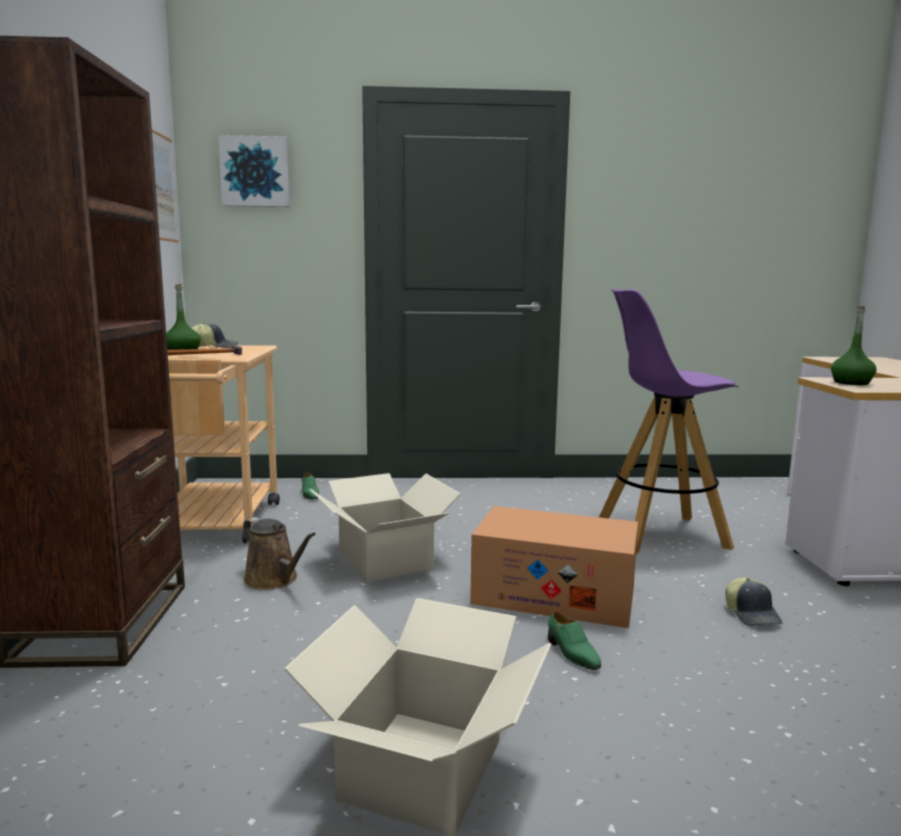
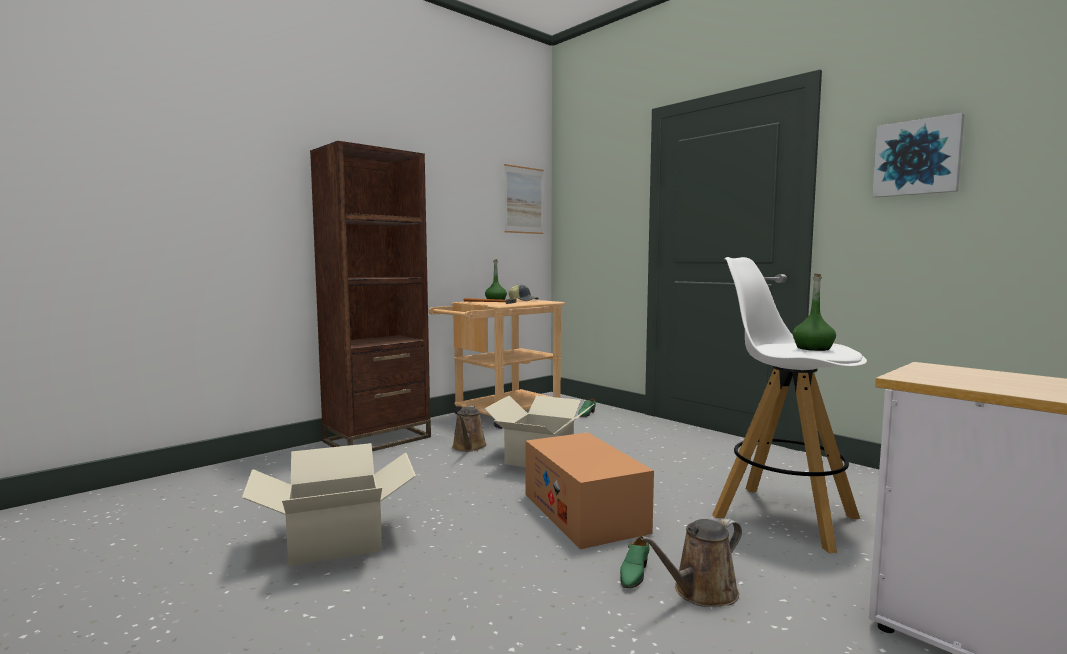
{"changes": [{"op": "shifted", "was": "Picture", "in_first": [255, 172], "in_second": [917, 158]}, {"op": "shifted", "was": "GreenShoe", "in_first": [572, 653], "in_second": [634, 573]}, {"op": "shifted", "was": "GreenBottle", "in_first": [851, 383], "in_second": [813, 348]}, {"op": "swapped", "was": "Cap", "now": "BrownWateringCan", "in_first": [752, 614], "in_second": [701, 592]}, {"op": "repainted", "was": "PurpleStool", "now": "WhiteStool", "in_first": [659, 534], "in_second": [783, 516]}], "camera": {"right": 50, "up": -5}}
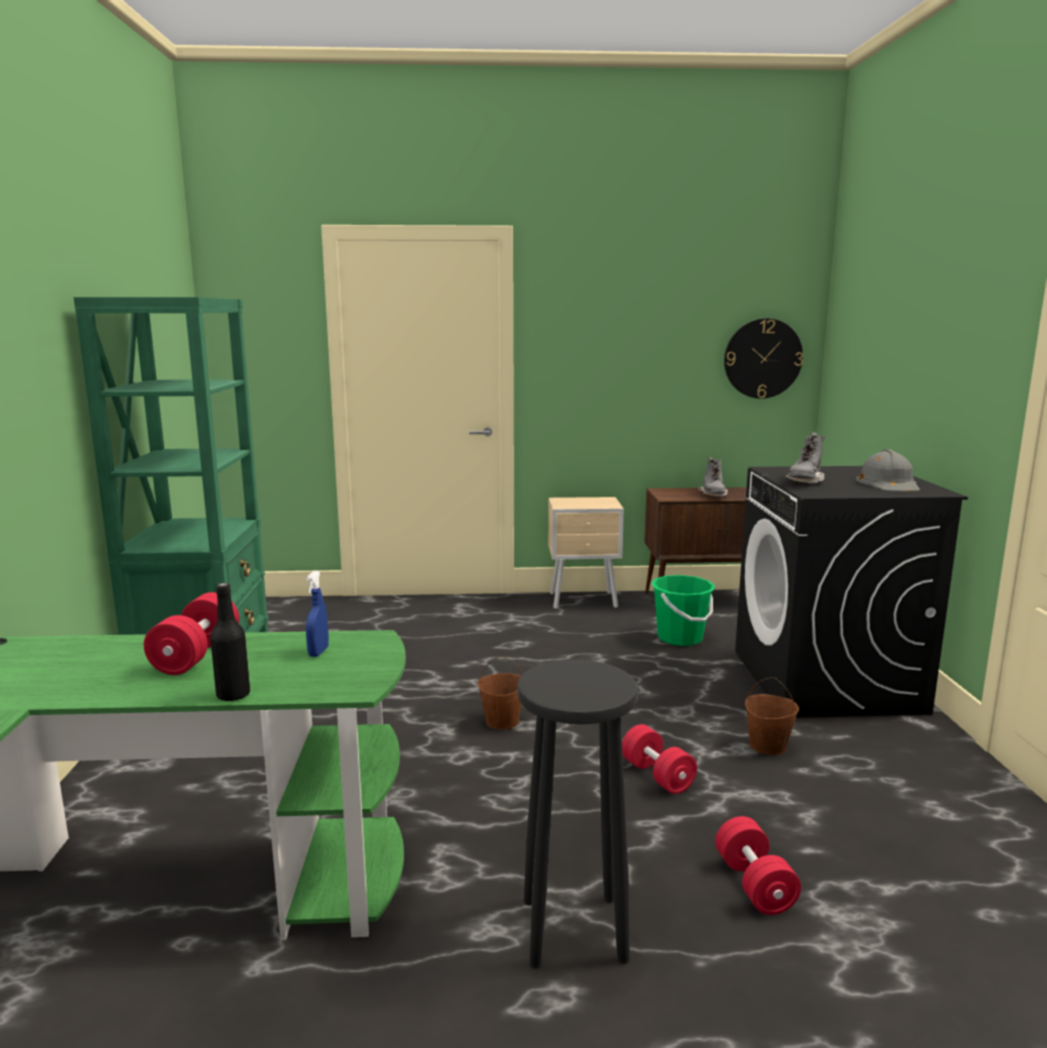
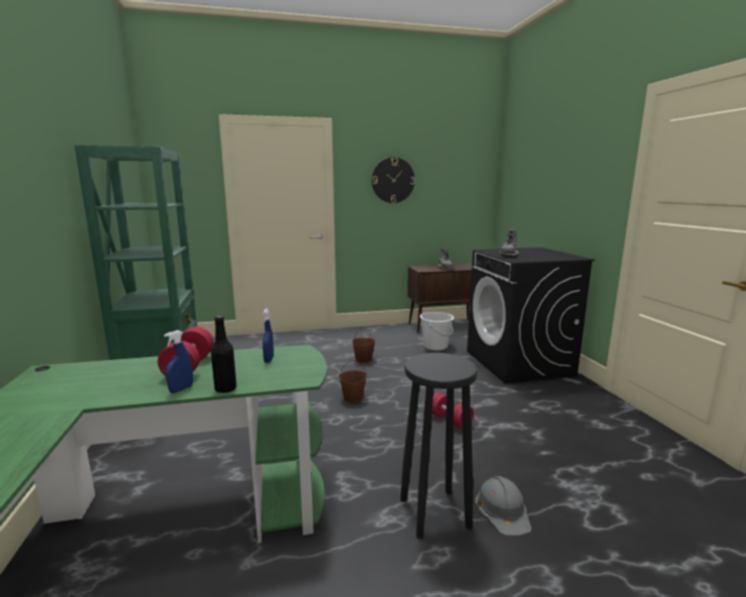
{"changes": [{"op": "gone", "was": "BeigeNightstand", "in_first": [585, 601]}, {"op": "gone", "was": "RedDumbbell", "in_first": [754, 884]}, {"op": "new", "now": "BlueSprayBottle", "in_second": [181, 389]}, {"op": "shifted", "was": "WallClock", "in_first": [762, 358], "in_second": [393, 180]}, {"op": "shifted", "was": "BrownBucket", "in_first": [767, 746], "in_second": [363, 360]}, {"op": "shifted", "was": "GreyHardHat", "in_first": [888, 483], "in_second": [503, 510]}, {"op": "repainted", "was": "GreenBucket", "now": "WhiteBucket", "in_first": [680, 638], "in_second": [435, 346]}], "camera": {"right": -10, "up": 0}}
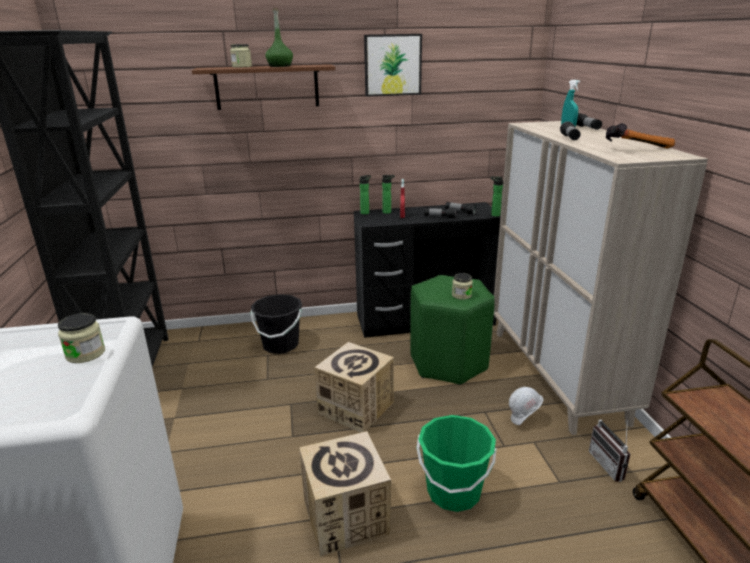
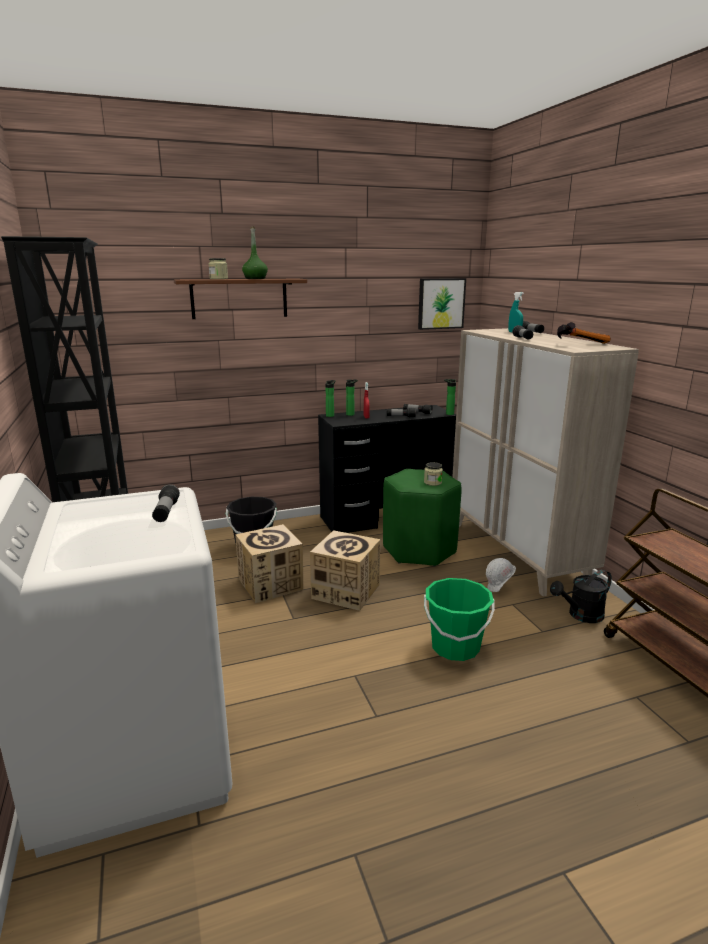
{"changes": [{"op": "shifted", "was": "CardboardBox", "in_first": [346, 517], "in_second": [271, 584]}, {"op": "shifted", "was": "Picture", "in_first": [392, 65], "in_second": [440, 303]}, {"op": "swapped", "was": "Jar", "now": "Flashlight", "in_first": [85, 354], "in_second": [166, 512]}, {"op": "swapped", "was": "Radio", "now": "BlackWateringCan", "in_first": [611, 465], "in_second": [581, 615]}], "camera": {"right": -10, "up": -5}}
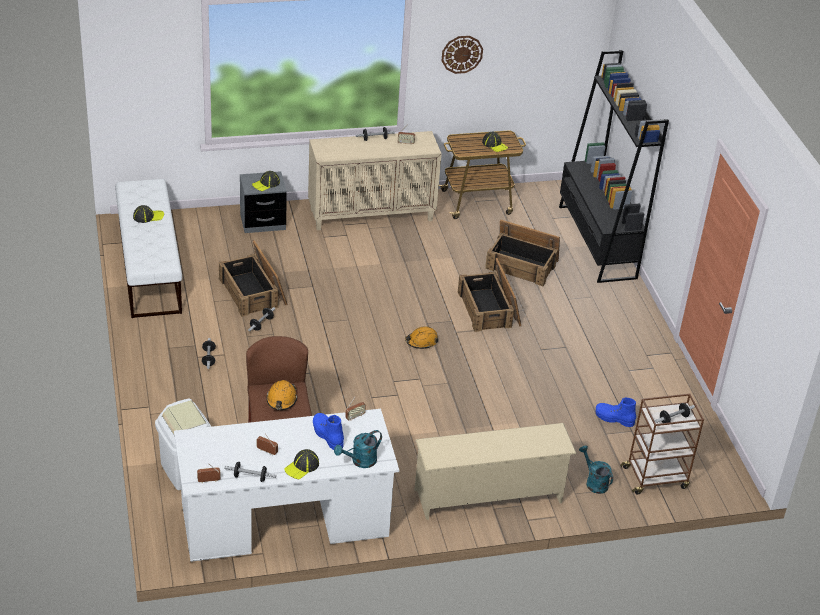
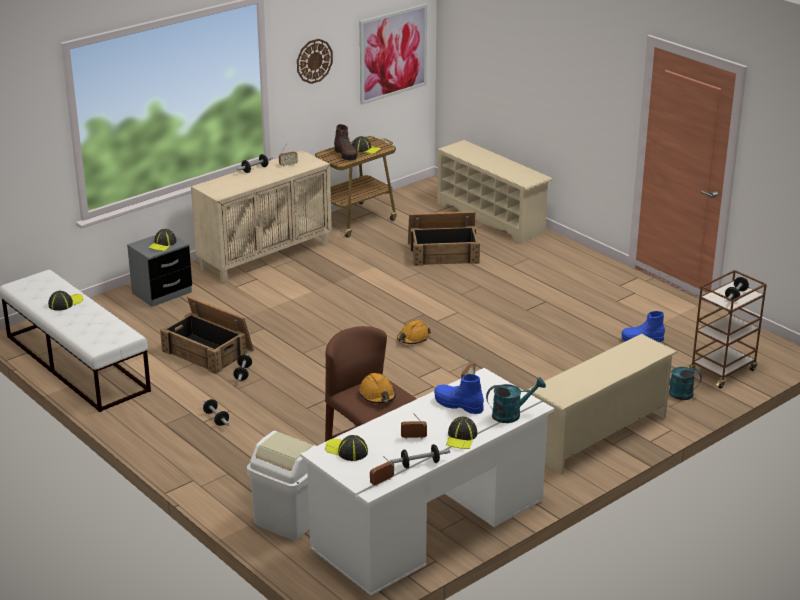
{"changes": [{"op": "gone", "was": "Crate", "in_first": [490, 309]}, {"op": "new", "now": "Cap", "in_second": [346, 450]}, {"op": "new", "now": "BrownBoot", "in_second": [346, 155]}, {"op": "new", "now": "Picture", "in_second": [393, 53]}, {"op": "swapped", "was": "BlackBookcase", "now": "BeigeShoeRack", "in_first": [597, 242], "in_second": [492, 218]}, {"op": "rotated", "was": "TurquoiseWateringCan", "in_first": [360, 461], "in_second": [511, 414], "clockwise": -135}], "camera": {"right": -25, "up": -10}}
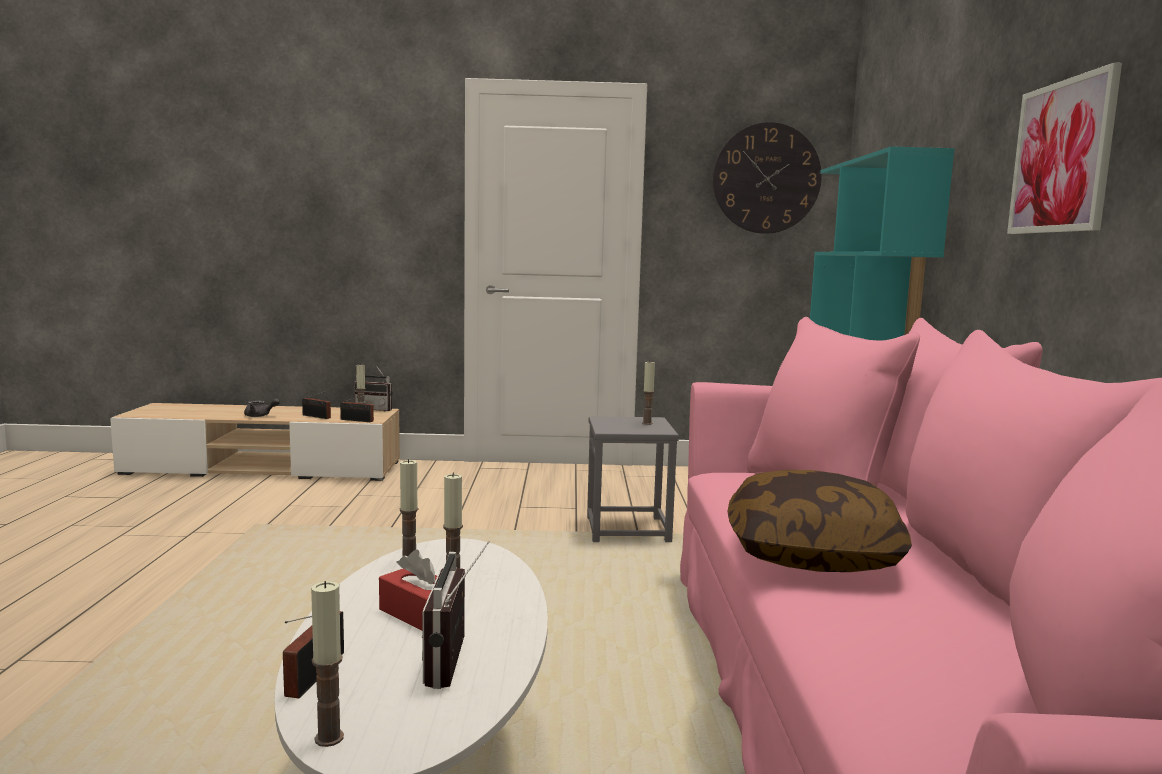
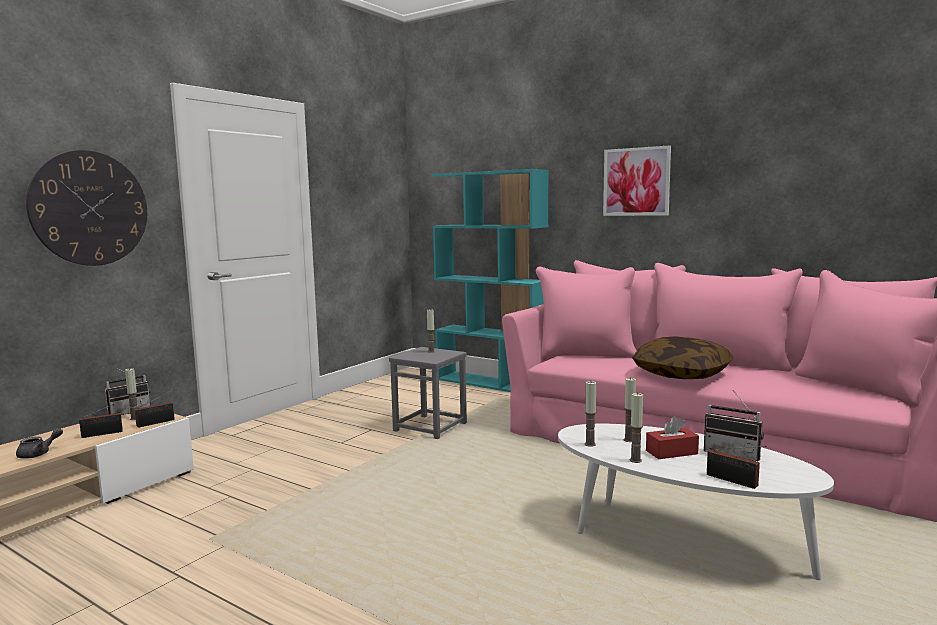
{"changes": [{"op": "shifted", "was": "Candle", "in_first": [329, 738], "in_second": [635, 460]}, {"op": "shifted", "was": "WallClock", "in_first": [766, 178], "in_second": [90, 208]}], "camera": {"right": -55, "up": 0}}
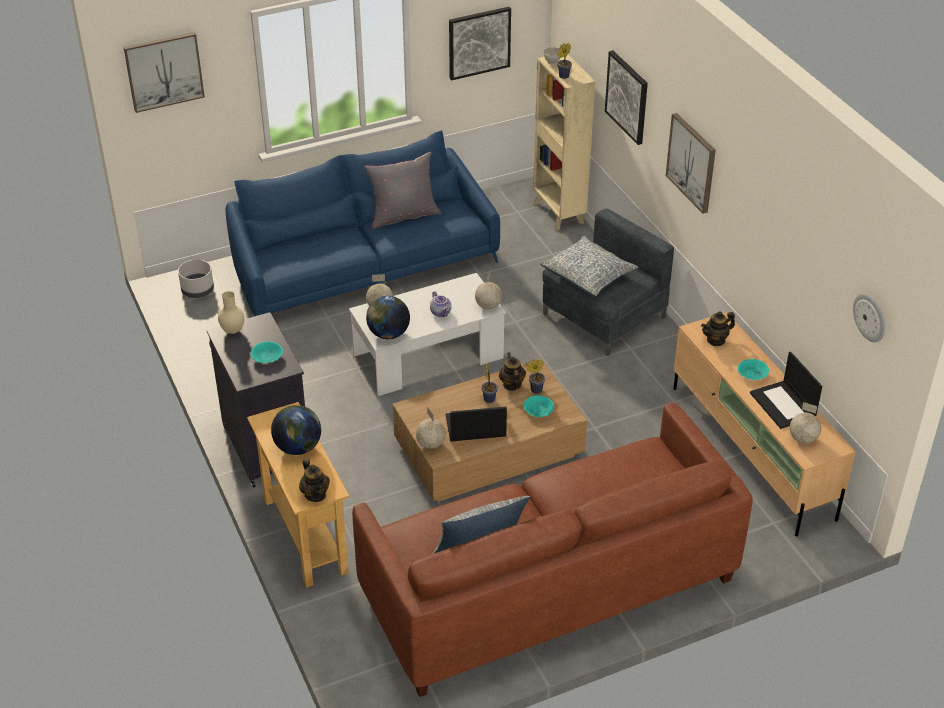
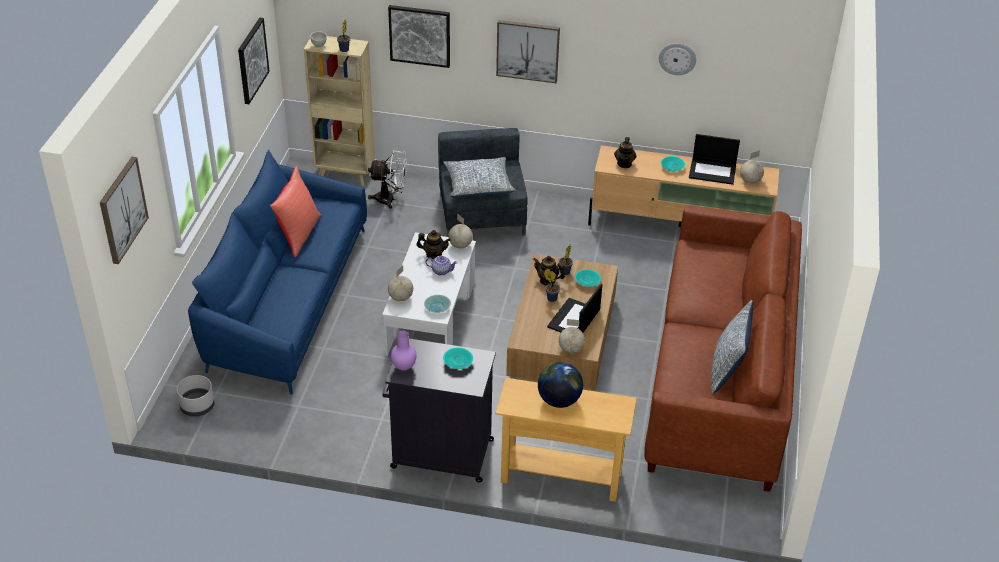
{"changes": [{"op": "new", "now": "WhiteFan", "in_second": [390, 199]}, {"op": "shifted", "was": "Teapot", "in_first": [315, 494], "in_second": [433, 255]}, {"op": "shifted", "was": "WallClock", "in_first": [870, 317], "in_second": [677, 58]}, {"op": "swapped", "was": "Globe", "now": "TurquoiseBowl", "in_first": [388, 334], "in_second": [437, 308]}, {"op": "repainted", "was": "BeigeVase", "now": "PurpleVase", "in_first": [232, 331], "in_second": [404, 367]}, {"op": "repainted", "was": "GreyPillow", "now": "RedPillow", "in_first": [403, 216], "in_second": [298, 234]}], "camera": {"right": -55, "up": 0}}
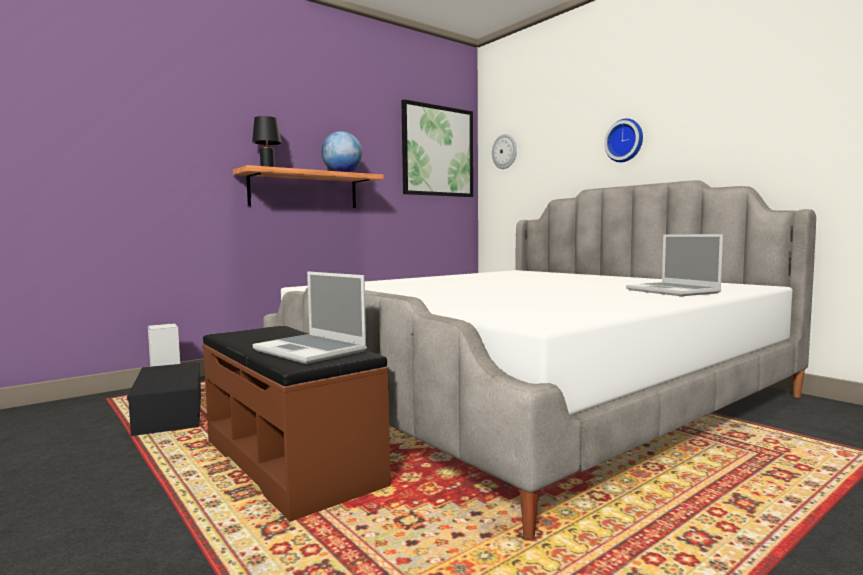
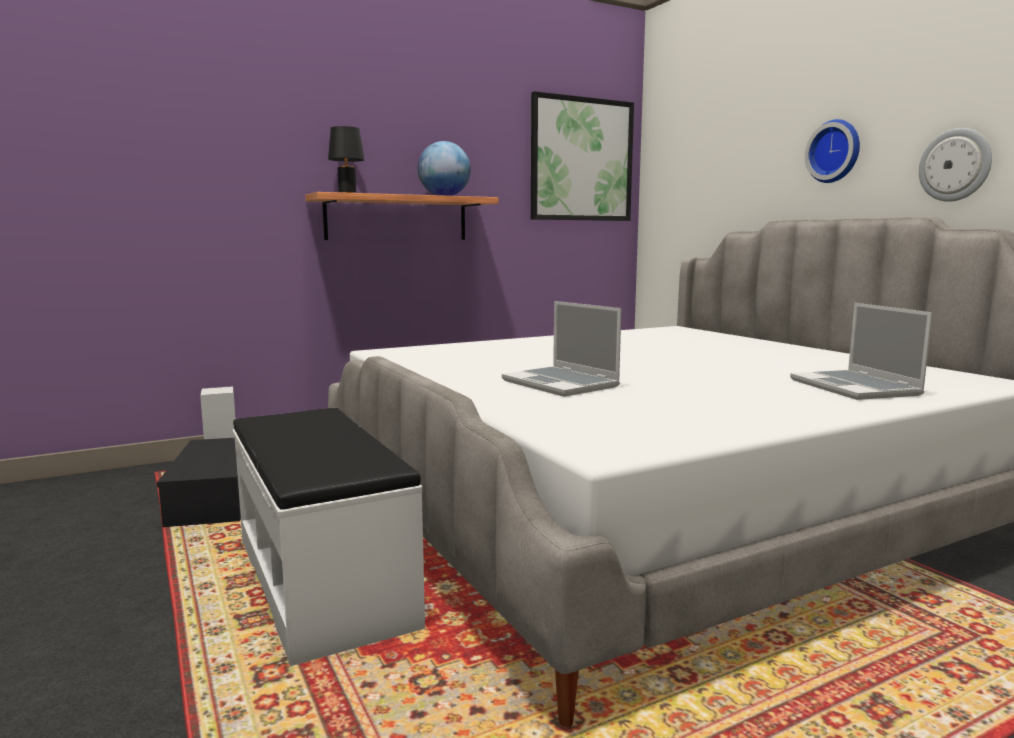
{"changes": [{"op": "shifted", "was": "Laptop", "in_first": [312, 351], "in_second": [562, 384]}, {"op": "shifted", "was": "WallClock", "in_first": [505, 151], "in_second": [955, 165]}, {"op": "repainted", "was": "BrownBench", "now": "WhiteBench", "in_first": [291, 462], "in_second": [324, 581]}], "camera": {"right": 10, "up": 5}}
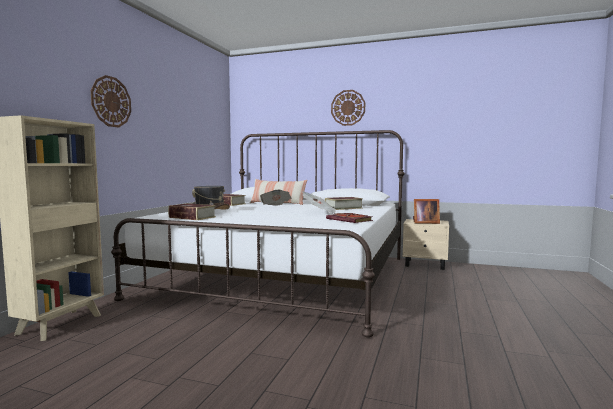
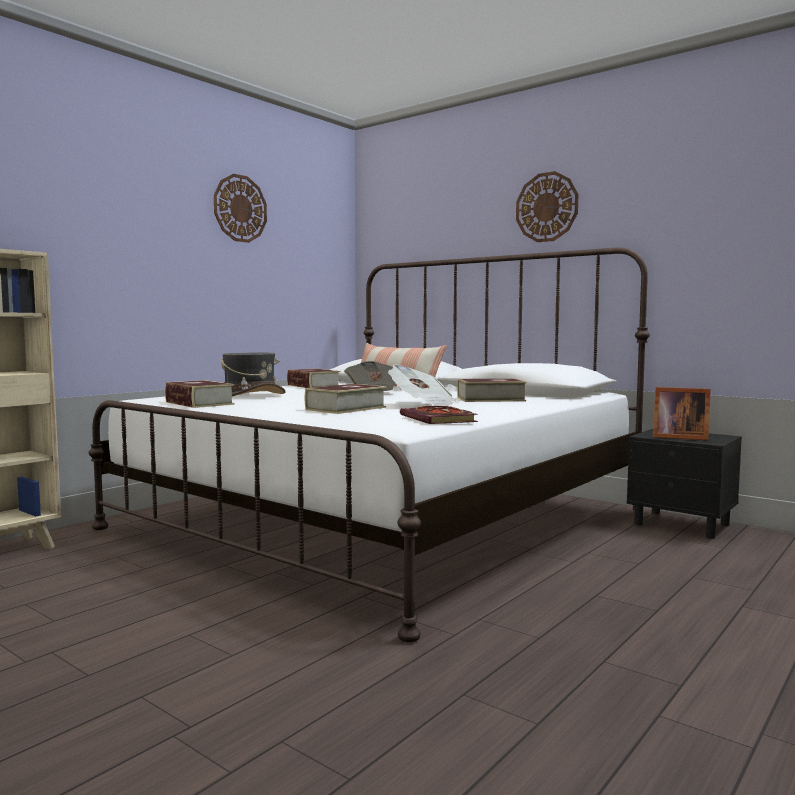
{"changes": [{"op": "new", "now": "Book", "in_second": [346, 408]}, {"op": "shifted", "was": "WallClock", "in_first": [111, 101], "in_second": [240, 208]}, {"op": "repainted", "was": "BeigeNightstand", "now": "BlackNightstand", "in_first": [425, 264], "in_second": [682, 525]}], "camera": {"right": 20, "up": 0}}
